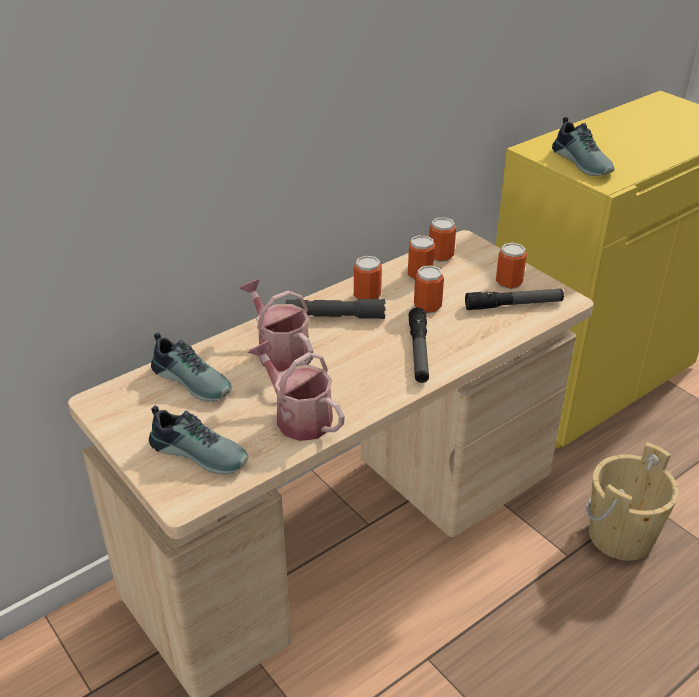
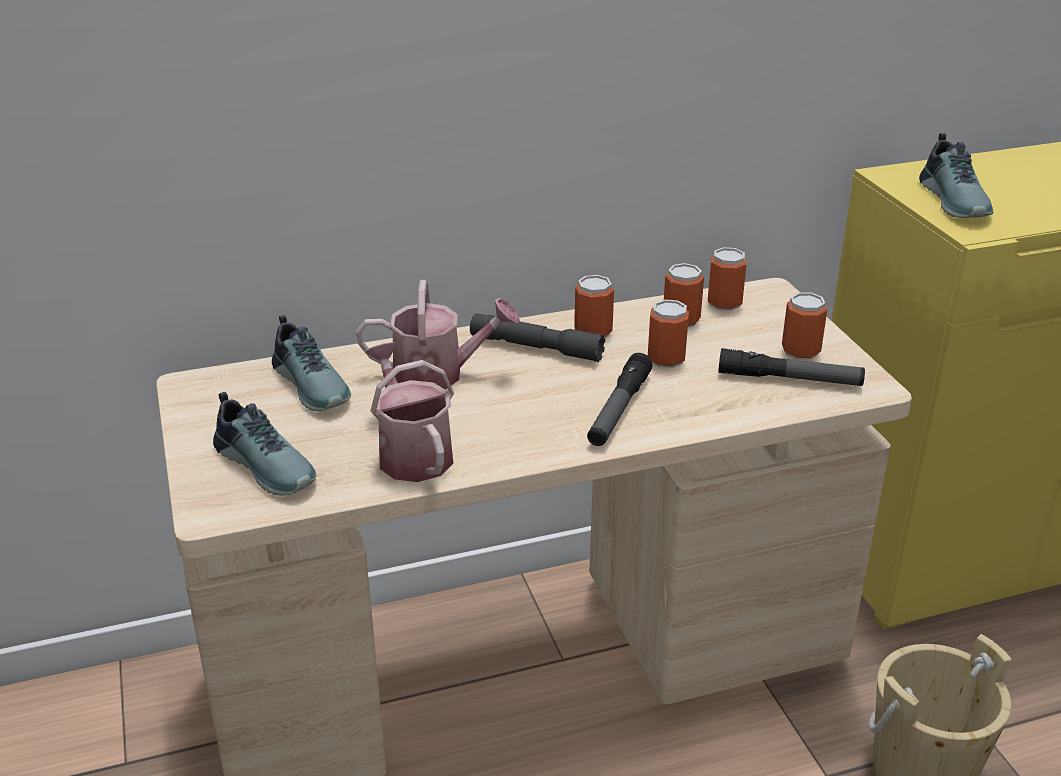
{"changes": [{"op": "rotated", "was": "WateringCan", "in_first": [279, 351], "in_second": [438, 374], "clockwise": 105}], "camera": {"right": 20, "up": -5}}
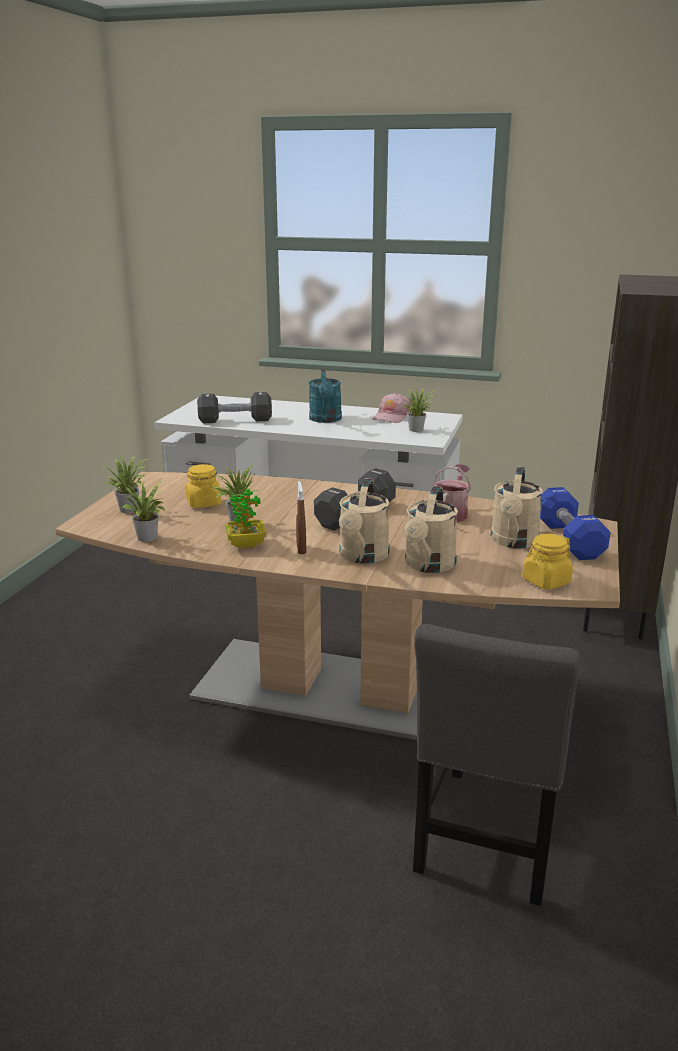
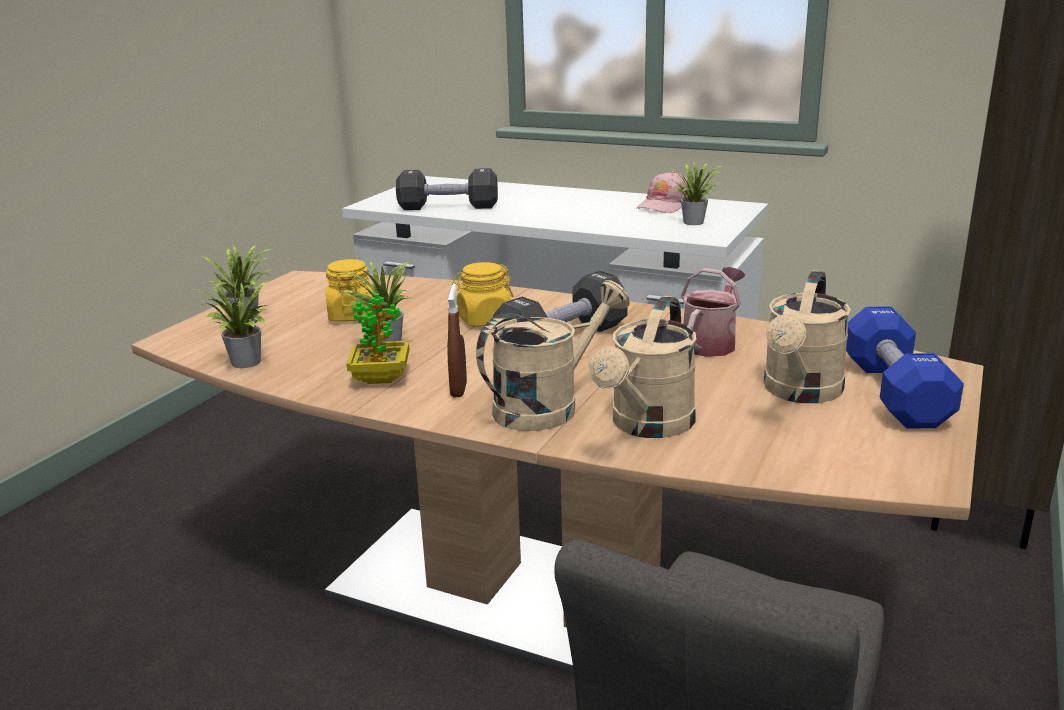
{"changes": [{"op": "gone", "was": "TurquoiseWateringCan", "in_first": [326, 420]}, {"op": "shifted", "was": "YellowJar", "in_first": [546, 581], "in_second": [484, 320]}, {"op": "rotated", "was": "BeigeWateringCan", "in_first": [362, 557], "in_second": [547, 406], "clockwise": -150}], "camera": {"right": 10, "up": 0}}
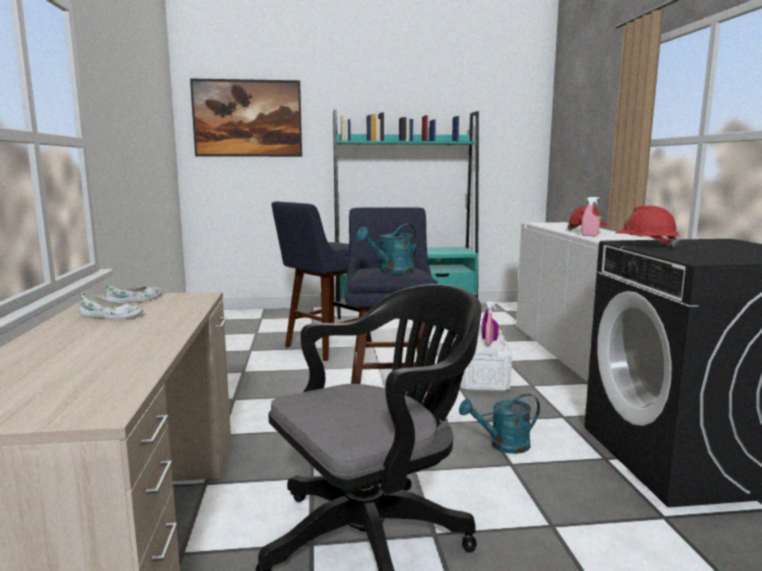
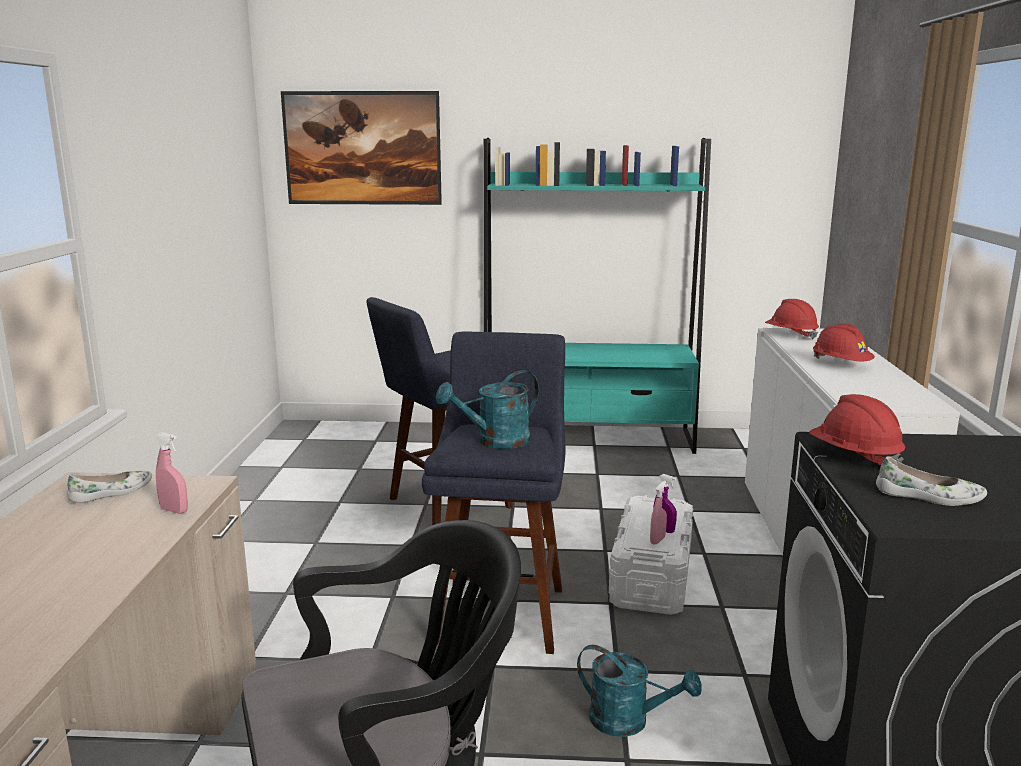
{"changes": [{"op": "new", "now": "RedHardHat", "in_second": [790, 335]}, {"op": "shifted", "was": "WhiteShoe", "in_first": [111, 316], "in_second": [929, 497]}, {"op": "shifted", "was": "PinkSprayBottle", "in_first": [589, 235], "in_second": [174, 510]}, {"op": "rotated", "was": "TurquoiseWateringCan", "in_first": [503, 445], "in_second": [629, 721], "clockwise": -150}], "camera": {"right": 10, "up": 5}}
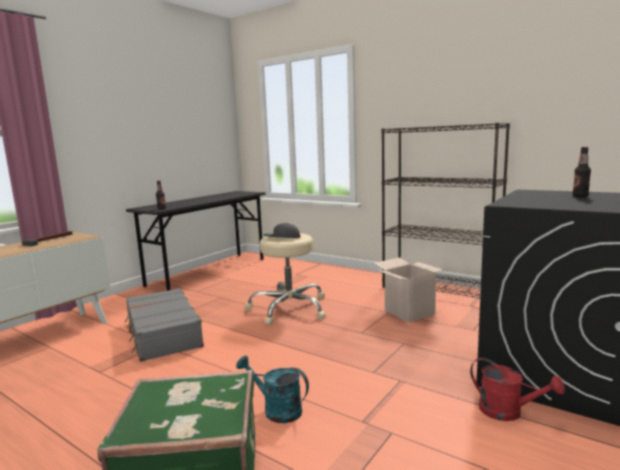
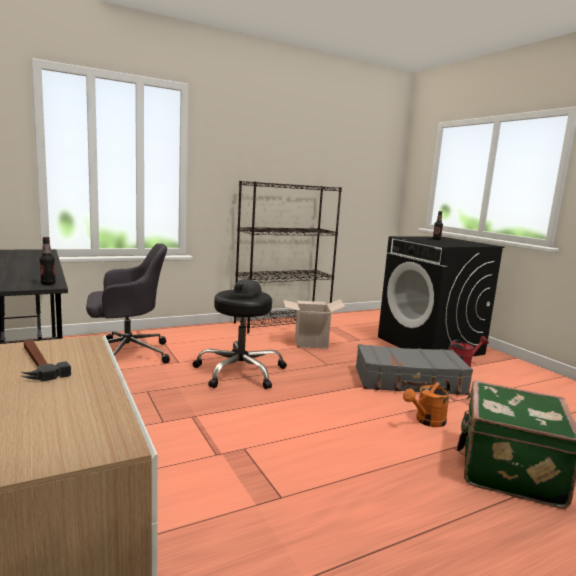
{"changes": [{"op": "new", "now": "GreyOfficeChair", "in_second": [126, 354]}, {"op": "shifted", "was": "GreySuitcase", "in_first": [163, 334], "in_second": [409, 381]}, {"op": "repainted", "was": "TurquoiseWateringCan", "now": "OrangeWateringCan", "in_first": [276, 410], "in_second": [427, 421]}, {"op": "repainted", "was": "BeigeStool", "now": "BlackStool", "in_first": [289, 308], "in_second": [239, 372]}], "camera": {"right": -65, "up": 0}}
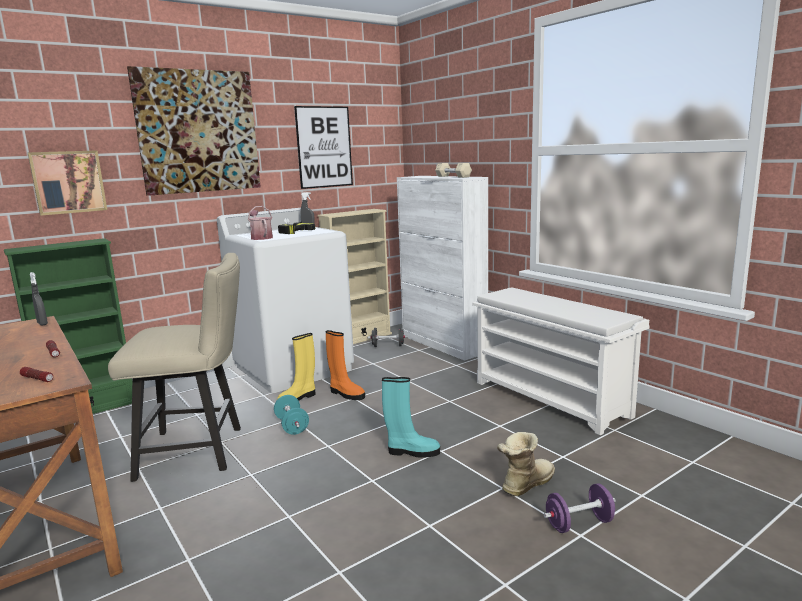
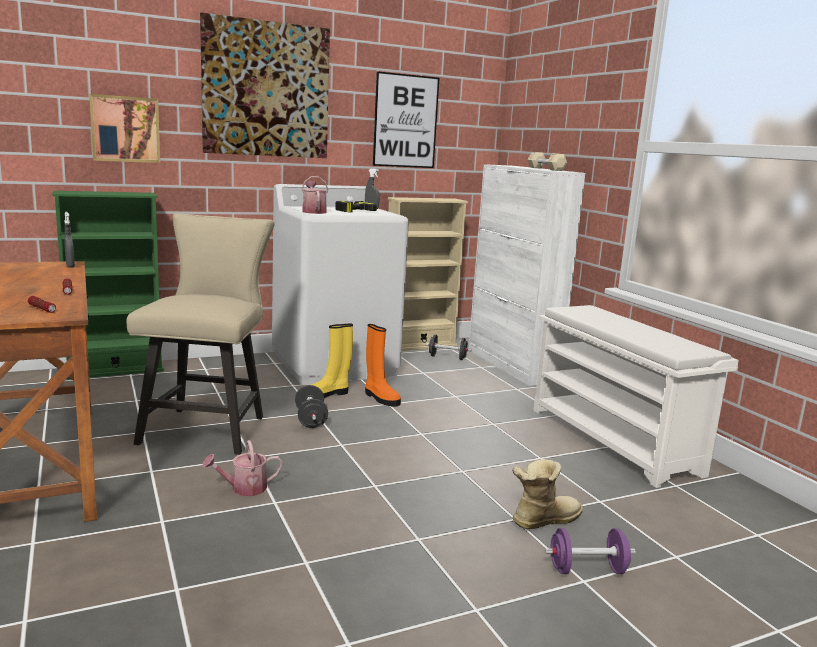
{"changes": [{"op": "gone", "was": "TurquoiseBoot", "in_first": [412, 452]}, {"op": "new", "now": "WateringCan", "in_second": [244, 488]}, {"op": "repainted", "was": "TurquoiseDumbbell", "now": "BlackDumbbell", "in_first": [292, 426], "in_second": [310, 419]}, {"op": "rotated", "was": "BeigeChair", "in_first": [200, 451], "in_second": [208, 427], "clockwise": -90}], "camera": {"right": 10, "up": 0}}
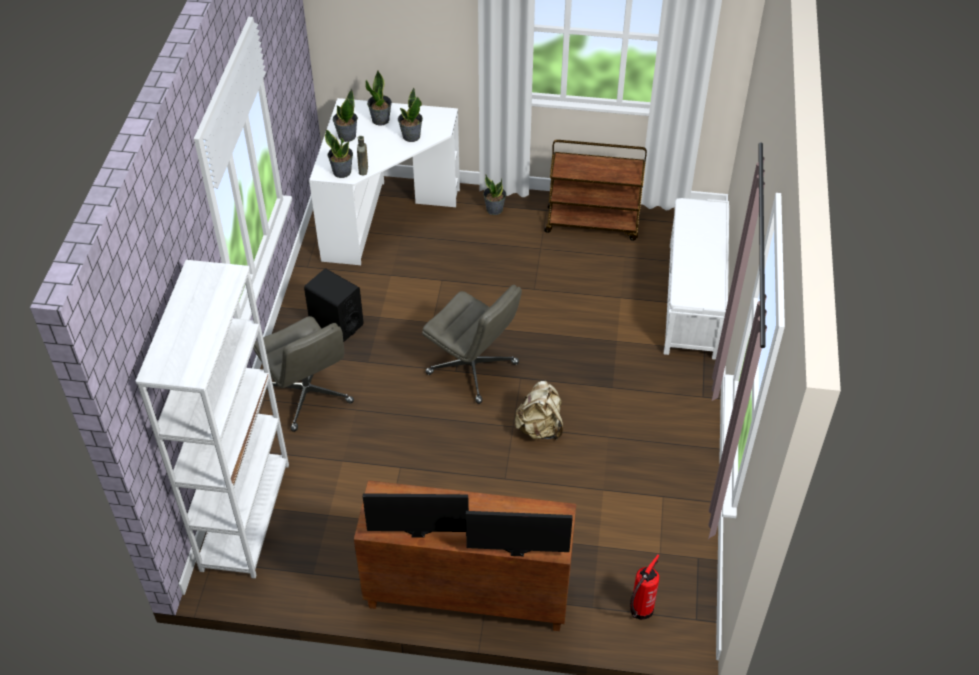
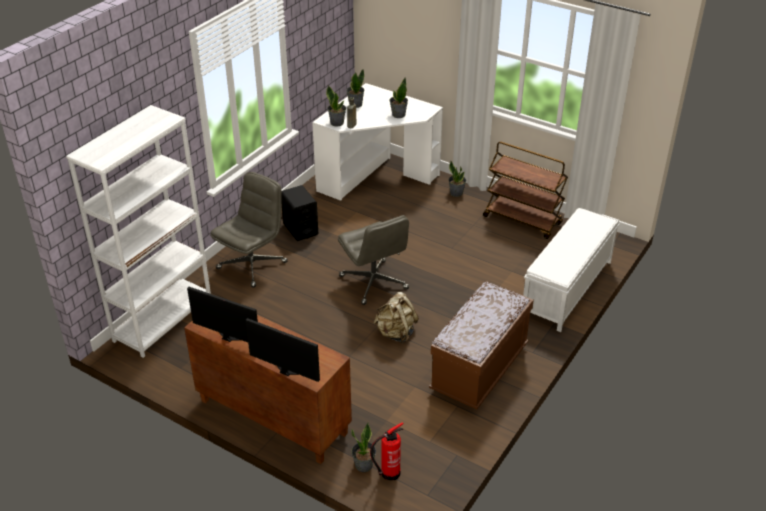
{"changes": [{"op": "new", "now": "BrownBench", "in_second": [479, 369]}, {"op": "shifted", "was": "PottedPlant", "in_first": [381, 120], "in_second": [364, 465]}, {"op": "rotated", "was": "GreyOfficeChair", "in_first": [308, 396], "in_second": [252, 265], "clockwise": -135}], "camera": {"right": 25, "up": -10}}
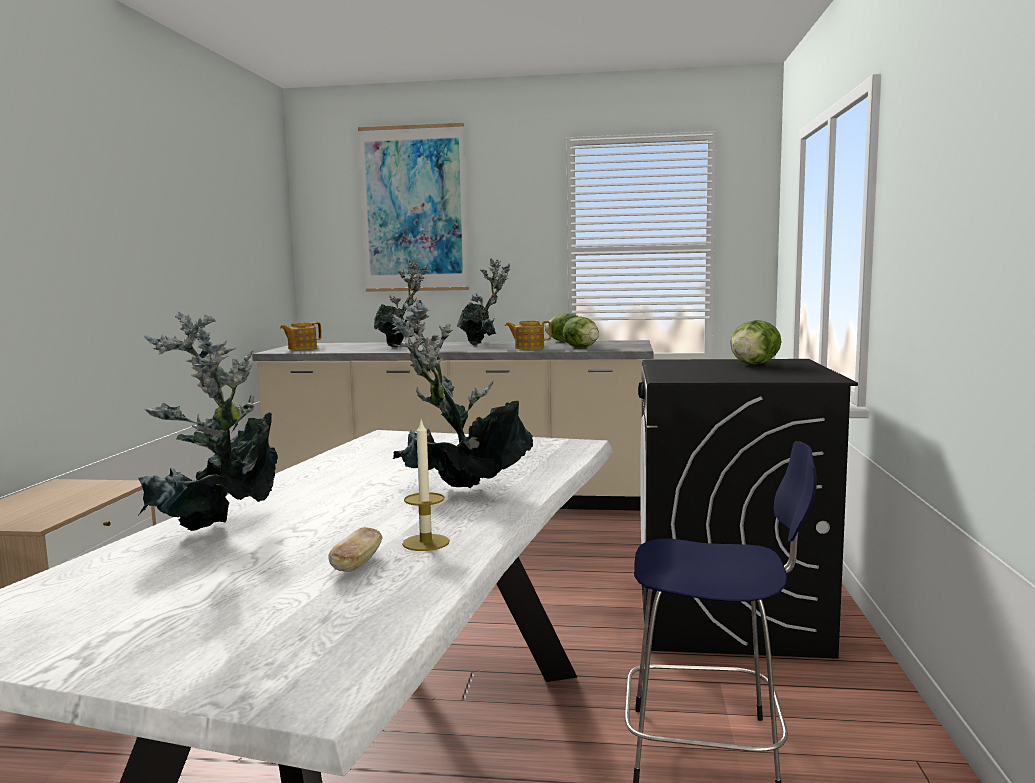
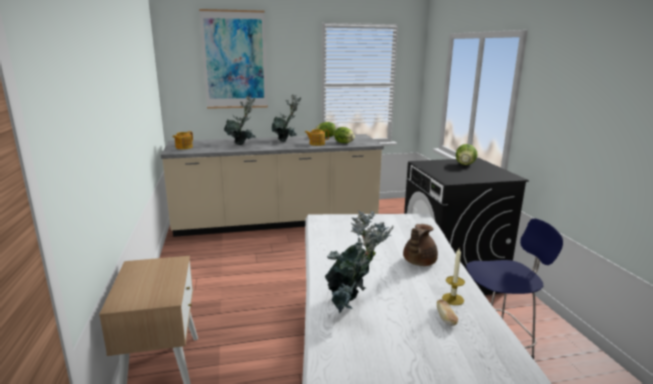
{"changes": [{"op": "swapped", "was": "PottedPlant", "now": "BrownTeapot", "in_first": [457, 493], "in_second": [418, 262]}], "camera": {"right": -20, "up": 10}}
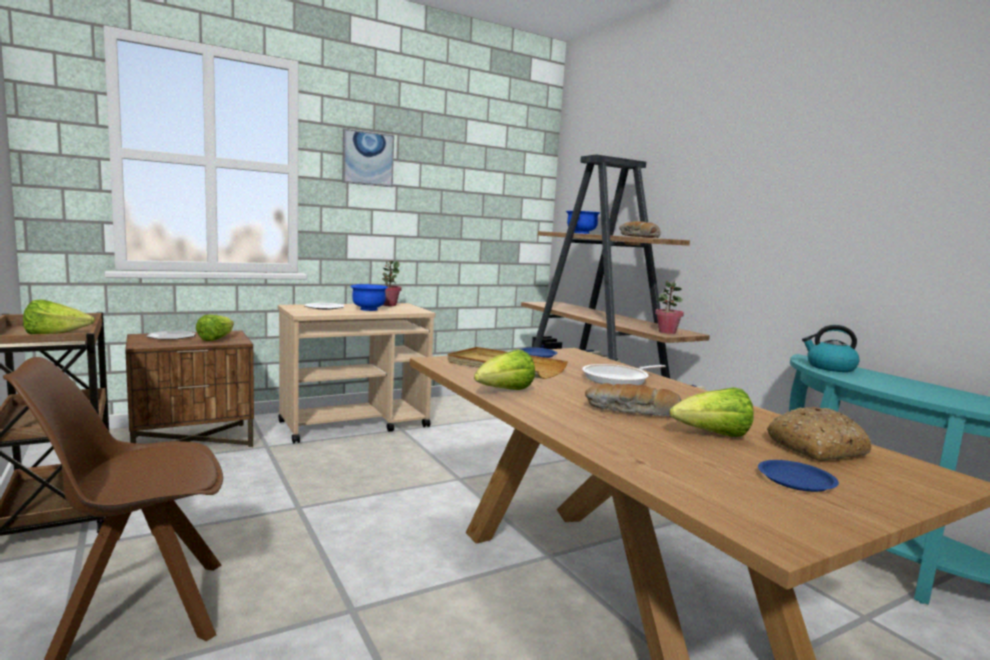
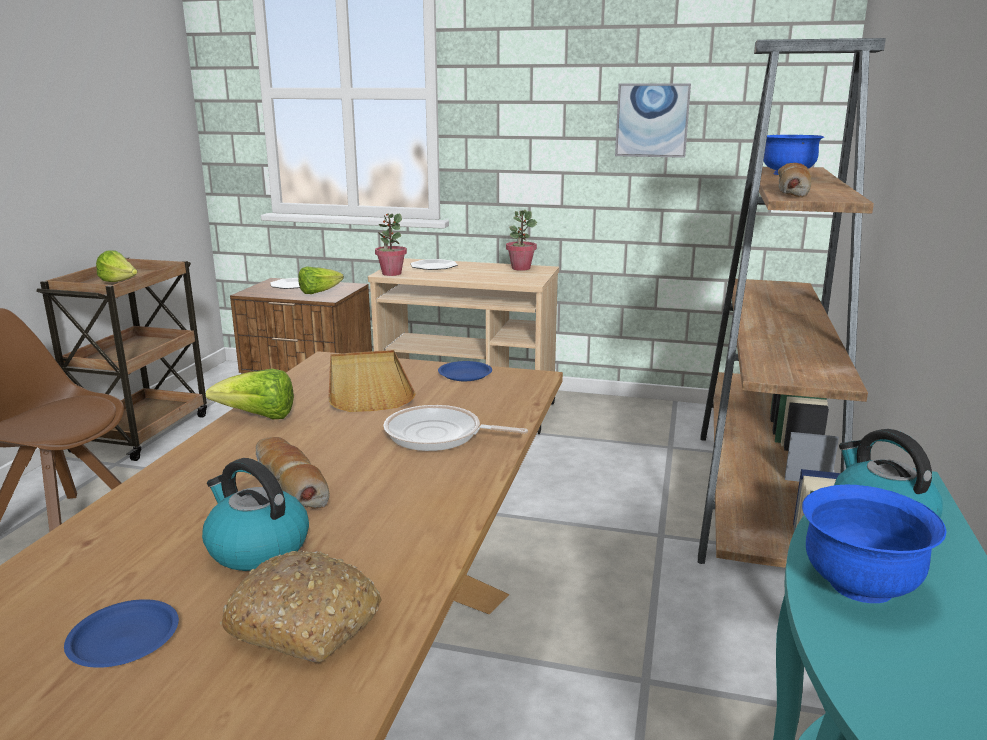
{"changes": [{"op": "shifted", "was": "Picture", "in_first": [367, 158], "in_second": [652, 120]}, {"op": "shifted", "was": "BlueBowl", "in_first": [368, 309], "in_second": [859, 585]}, {"op": "shifted", "was": "PottedPlant", "in_first": [667, 332], "in_second": [391, 273]}, {"op": "swapped", "was": "Lettuce", "now": "Kettle", "in_first": [712, 435], "in_second": [256, 548]}], "camera": {"right": 45, "up": 10}}
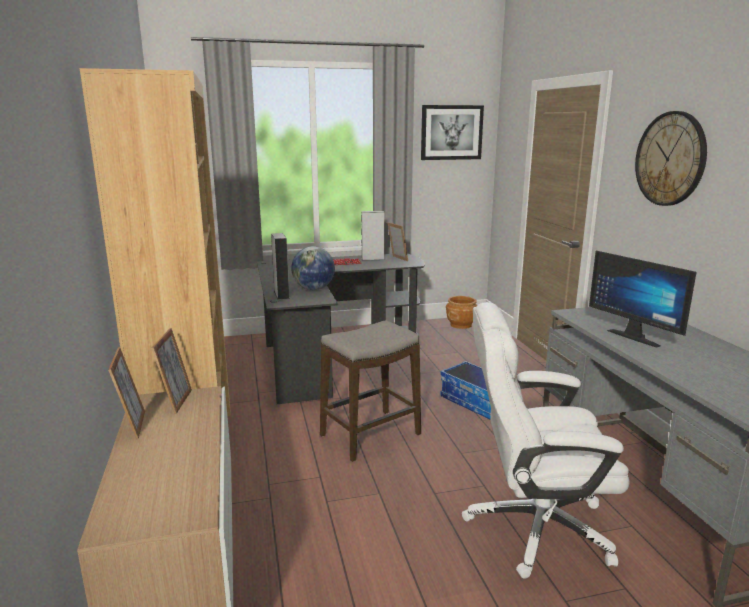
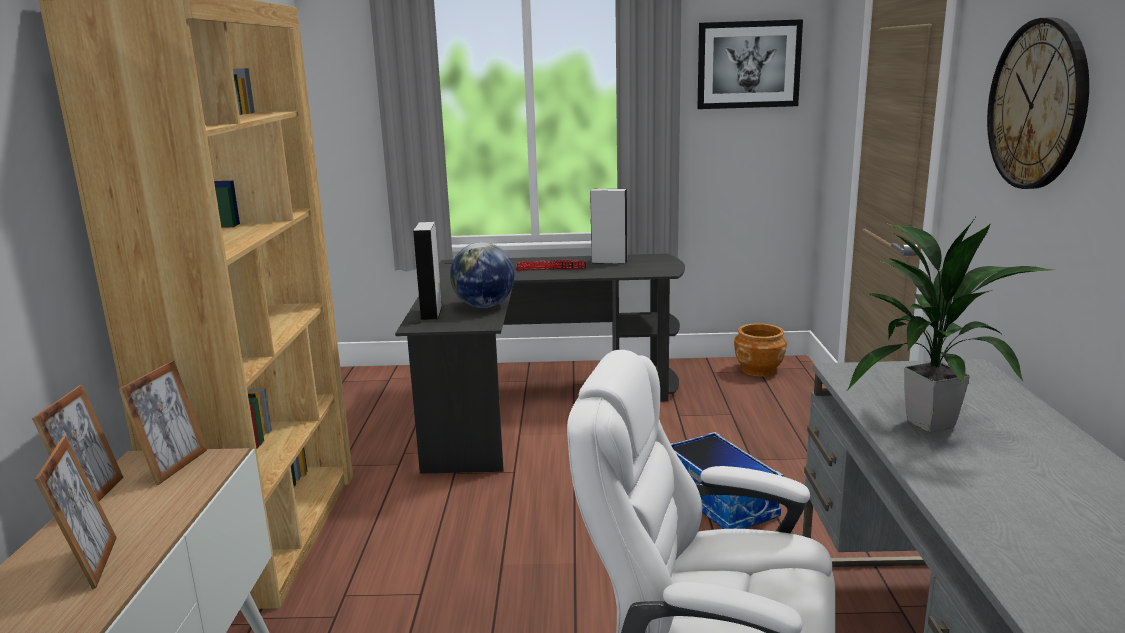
{"changes": [{"op": "gone", "was": "Stool", "in_first": [371, 435]}, {"op": "shifted", "was": "PictureFrame", "in_first": [397, 259], "in_second": [91, 564]}, {"op": "swapped", "was": "Monitor", "now": "PottedPlant", "in_first": [636, 336], "in_second": [929, 422]}], "camera": {"right": 15, "up": 0}}
